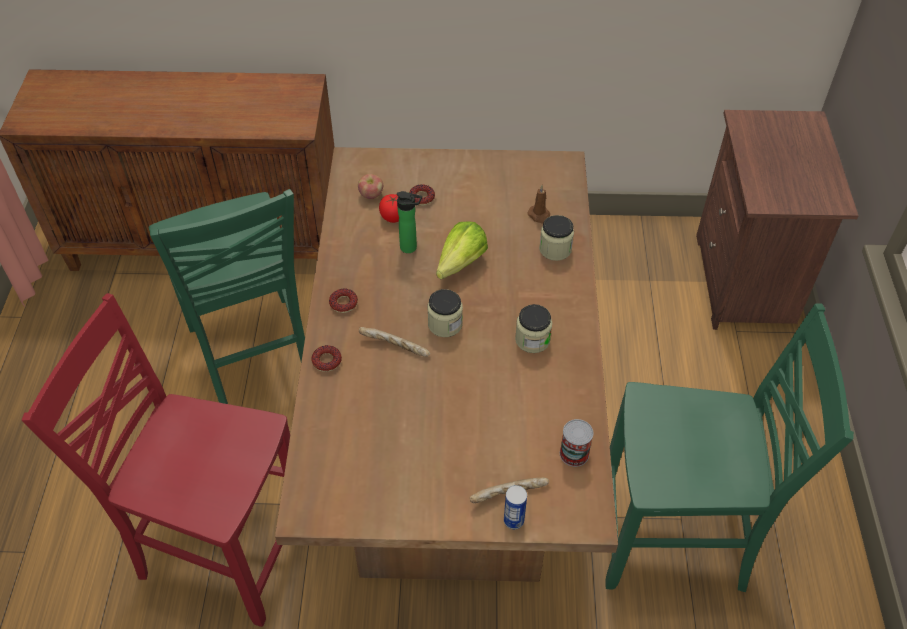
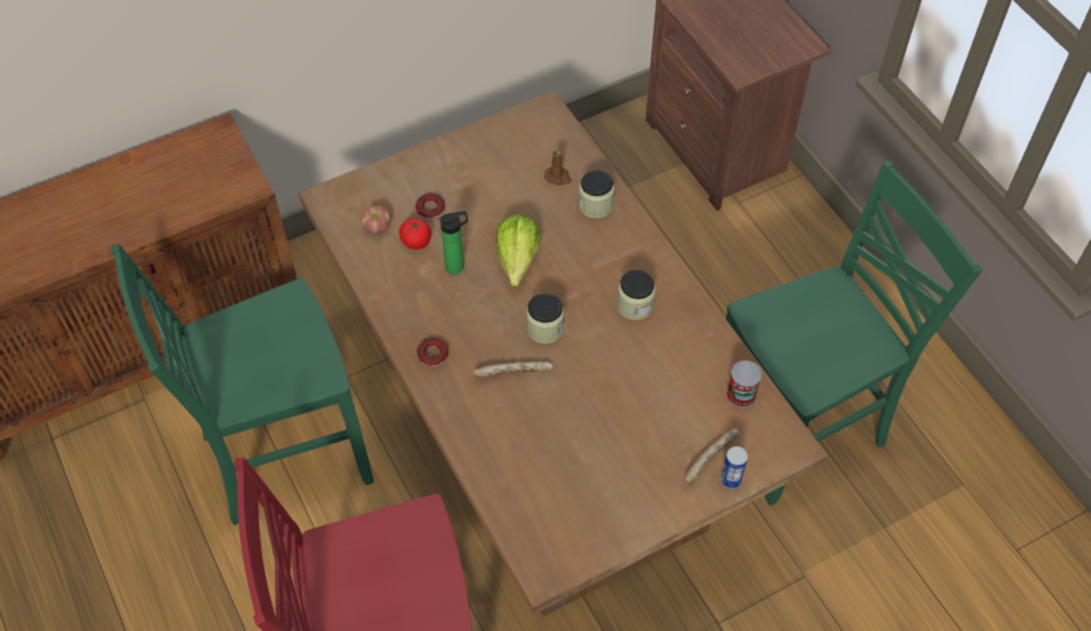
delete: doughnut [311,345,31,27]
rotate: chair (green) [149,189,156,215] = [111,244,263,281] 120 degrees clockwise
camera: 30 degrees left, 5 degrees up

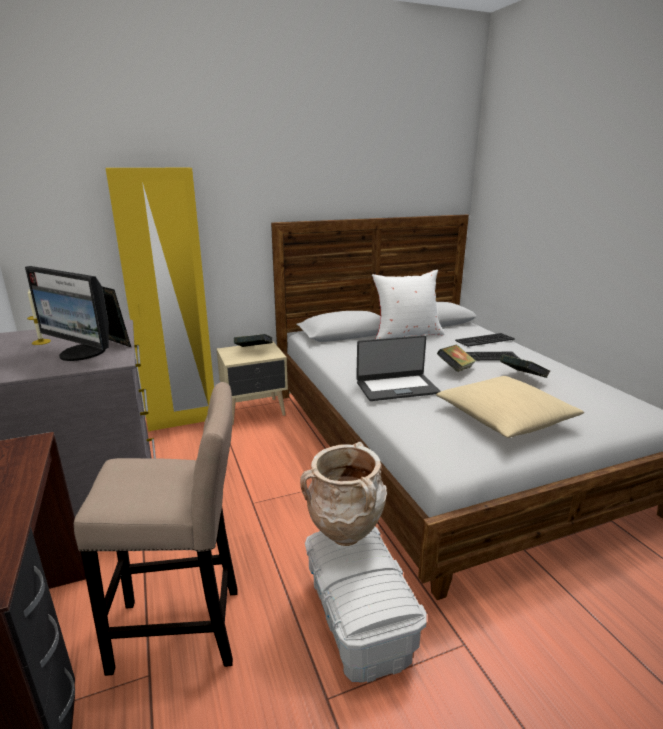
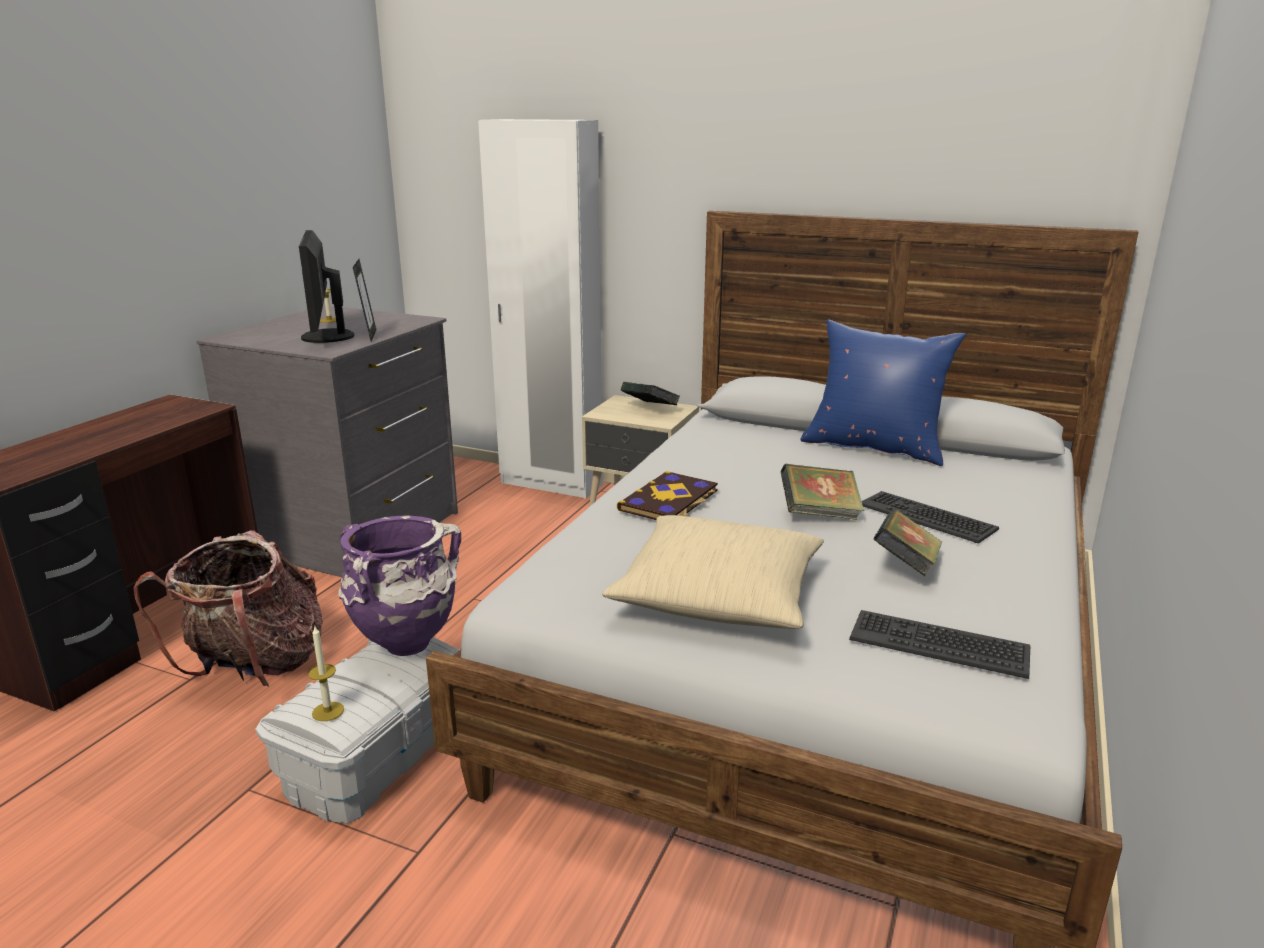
insert: wax candle [308,626,36,95]
move: computer keyboard [455,333,60,14] to [849,610,181,69]
replace: stool seat (beige-coloured) [74,382,164,294] to rucksack [134,531,189,156]; notebook computer [356,335,85,66] to book [617,471,101,49]
recolor: wardrobe (yellowish) [106,168,108,264] to wardrobe (white) [478,119,125,380]; flower vase (beige-coloured) [300,442,87,104] to flower vase (purple-coloured) [338,515,123,141]; cushion (white) [372,270,73,69] to cushion (blue) [800,320,166,146]
camera: 45 degrees right, 0 degrees up

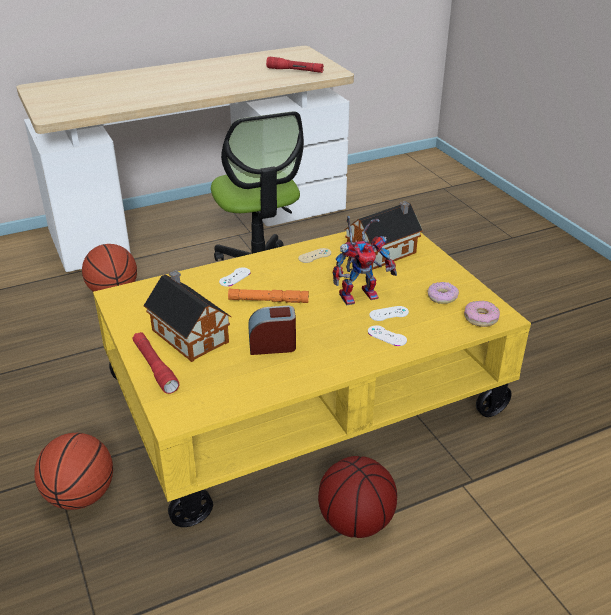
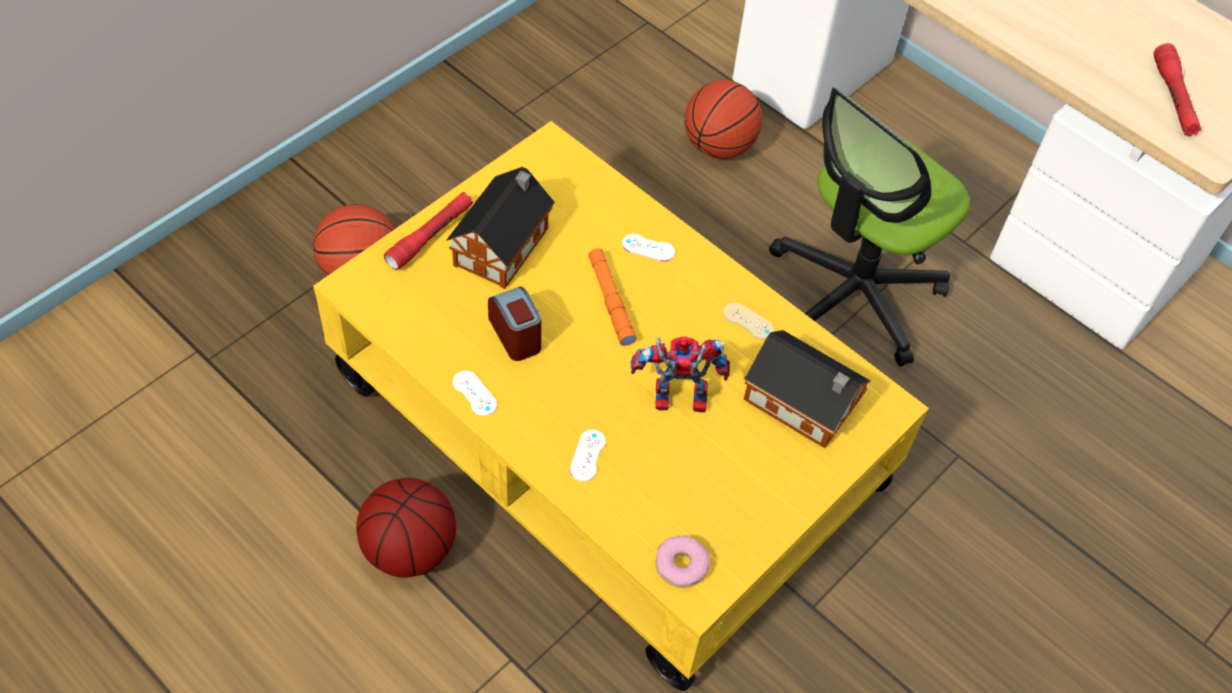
delete: doughnut [427,282,32,22]
move: gamepad (white) [369,306,40,15] to [453,371,44,45]
rotate: robot figure [332,216,65,89] = [631,336,99,76] 135 degrees clockwise
camera: 65 degrees right, 20 degrees up

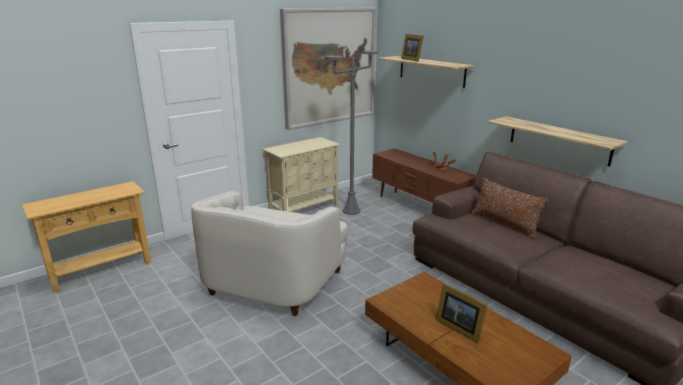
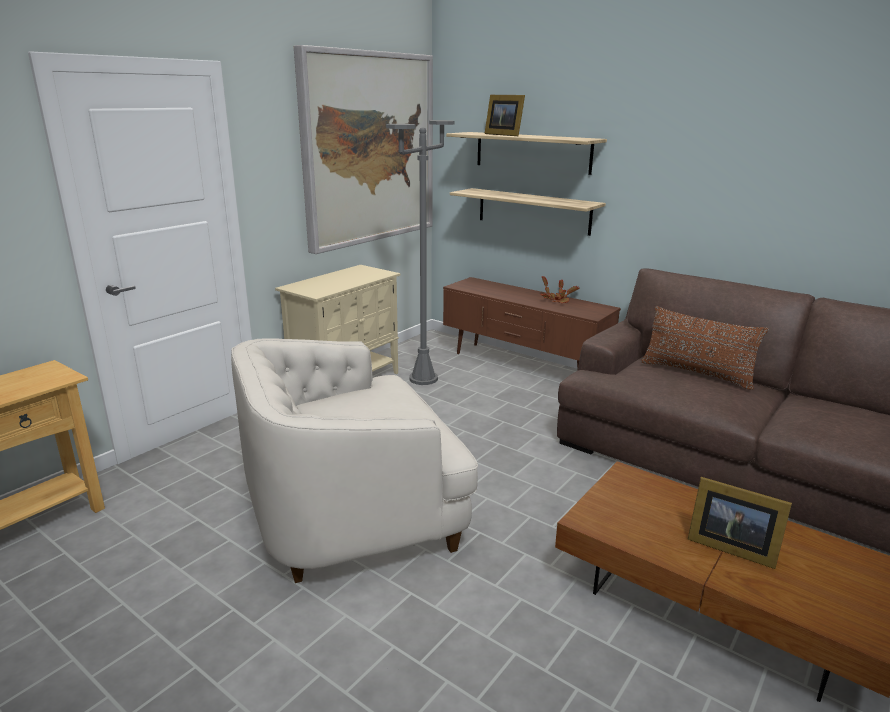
move: bracket shelf [488,116,140,51] to [450,188,156,48]
rotate: lounge chair (white) [191,191,157,125] = [231,338,247,245] 60 degrees clockwise
camera: 15 degrees left, 0 degrees up

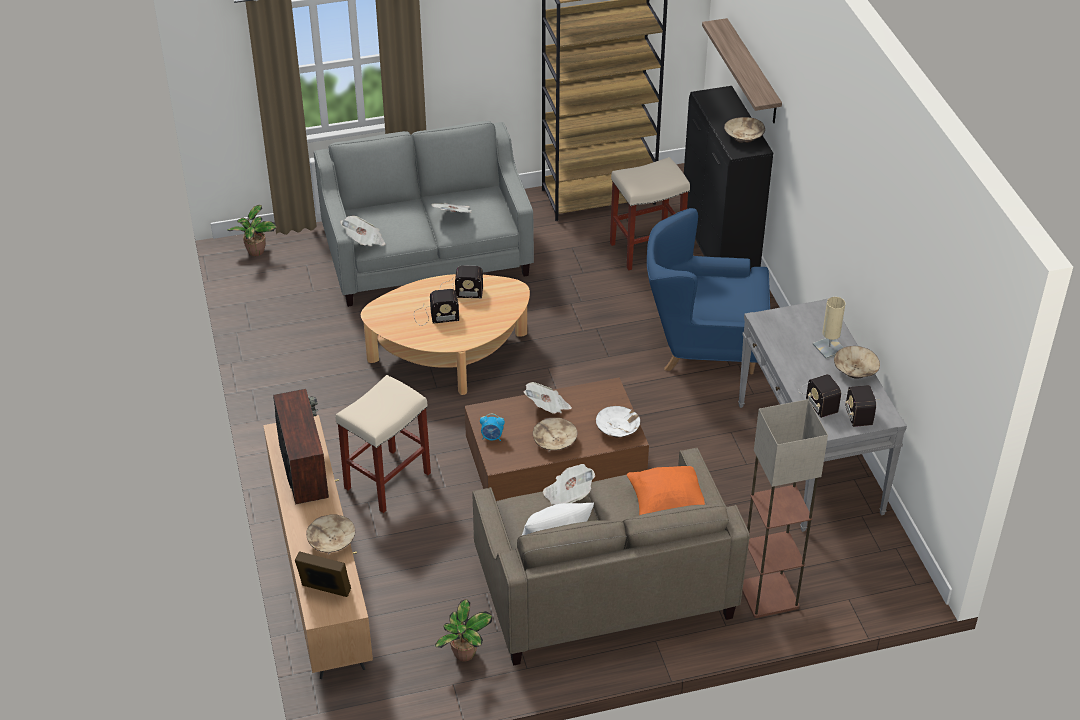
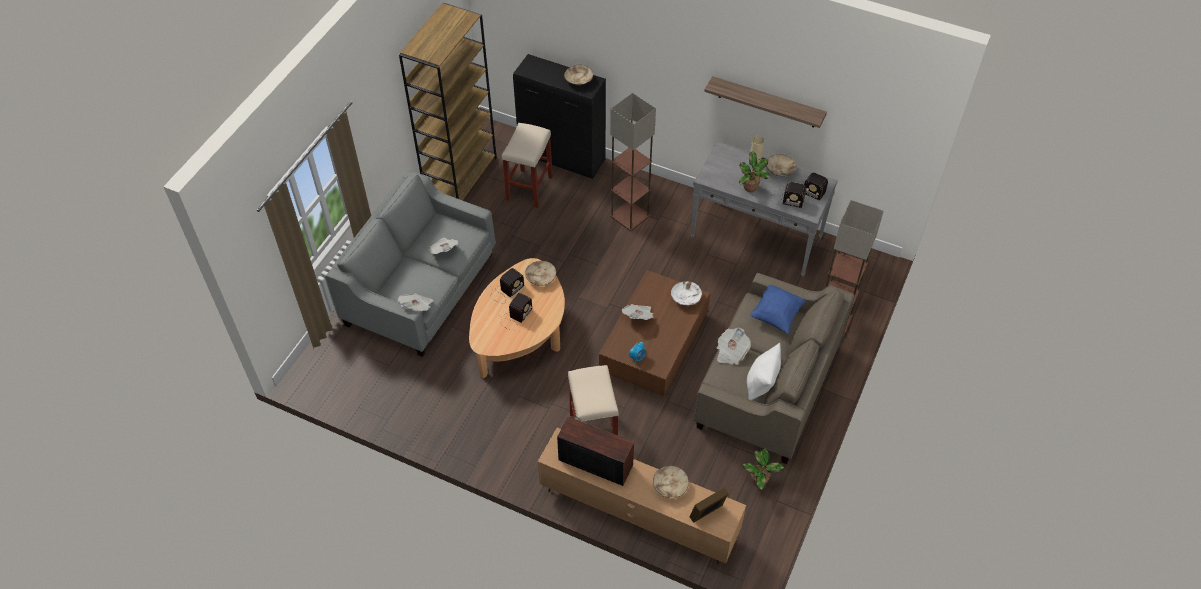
move: houseplant [228,205,49,51] to [739,151,31,41]; serving bowl (beige-coloured) [533,418,45,34] to [525,261,31,25]; bracket shelf [702,18,80,105] to [704,76,123,52]
replace: lounge chair (blue) [647,208,123,166] to standing lamp [610,93,46,138]
recolor: cushion (orangey) [627,466,78,49] to cushion (blue) [750,285,56,49]
camera: 50 degrees left, 10 degrees up

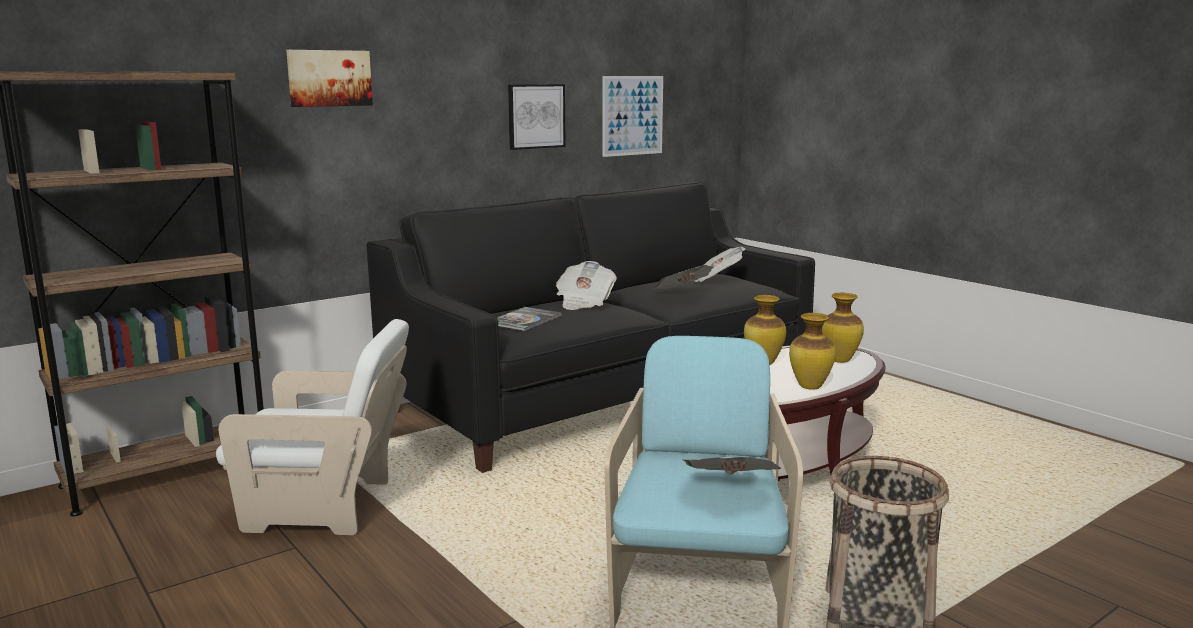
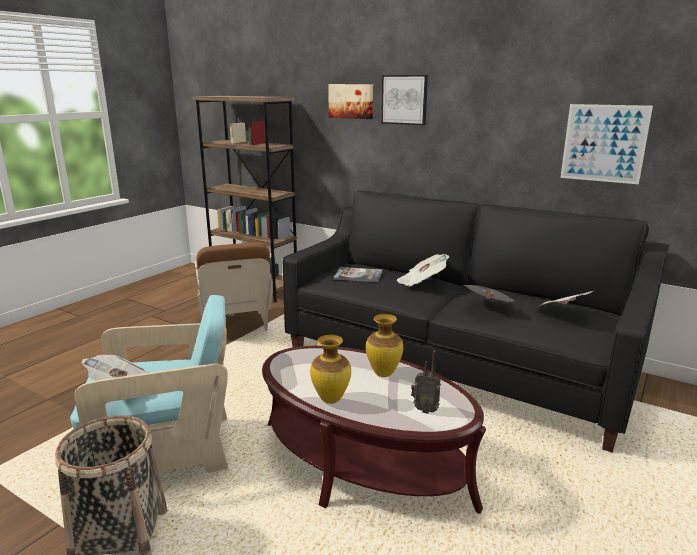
move: wall picture [508,84,57,66] to [381,75,47,50]
replace: flower vase [822,293,42,70] to radio [411,350,30,64]
recolor: lounge chair (white) [216,319,193,216] to lounge chair (brown-coloured) [195,242,78,89]
camera: 70 degrees right, 5 degrees up

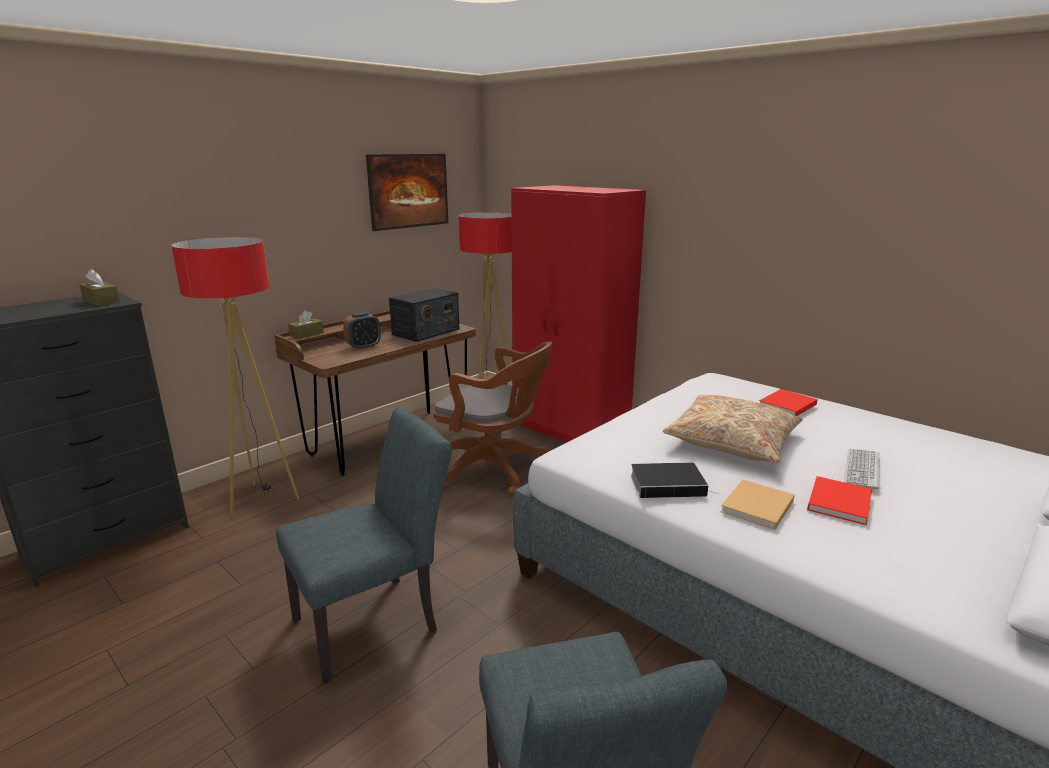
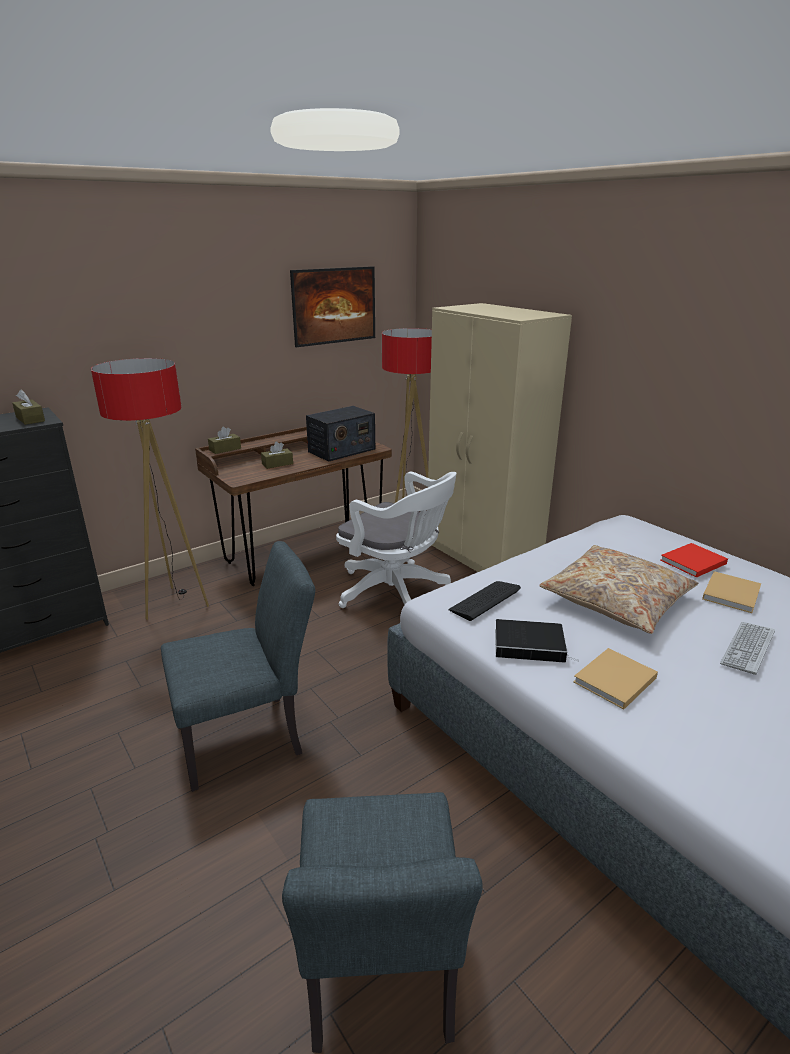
delete: book (red-coloured) [807,476,65,49]
insert: computer keyboard [448,581,73,40]; book (beige-coloured) [702,571,59,42]
replace: bedside clock [343,312,38,38] to tissue box (brown-coloured) [261,441,32,28]
recolor: desk chair (brown-coloured) [433,341,119,155] to desk chair (white) [336,472,121,136]; wardrobe (red-coloured) [511,185,135,258] to wardrobe (beige-coloured) [428,303,144,269]
camera: 10 degrees right, 5 degrees up

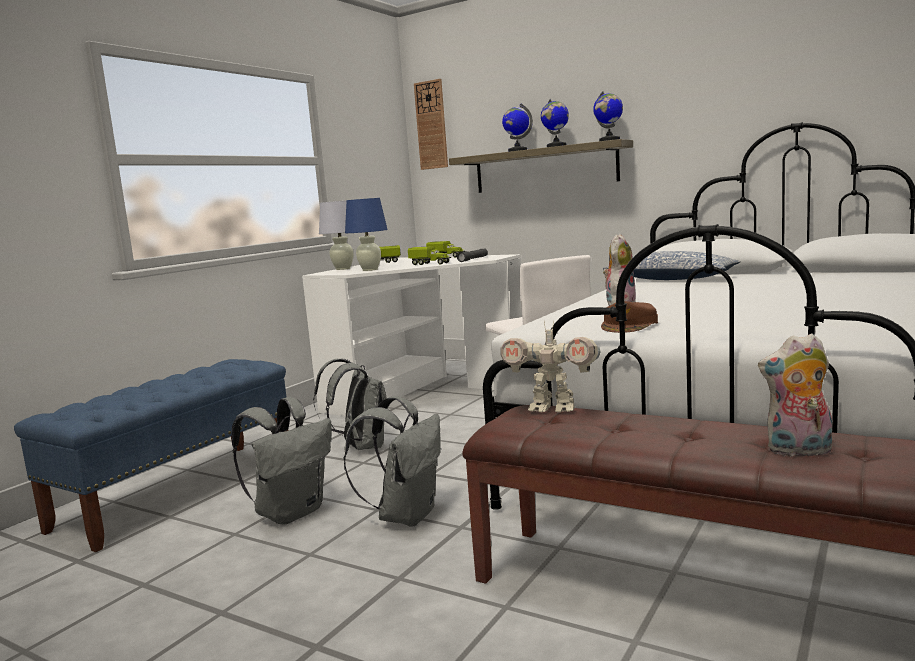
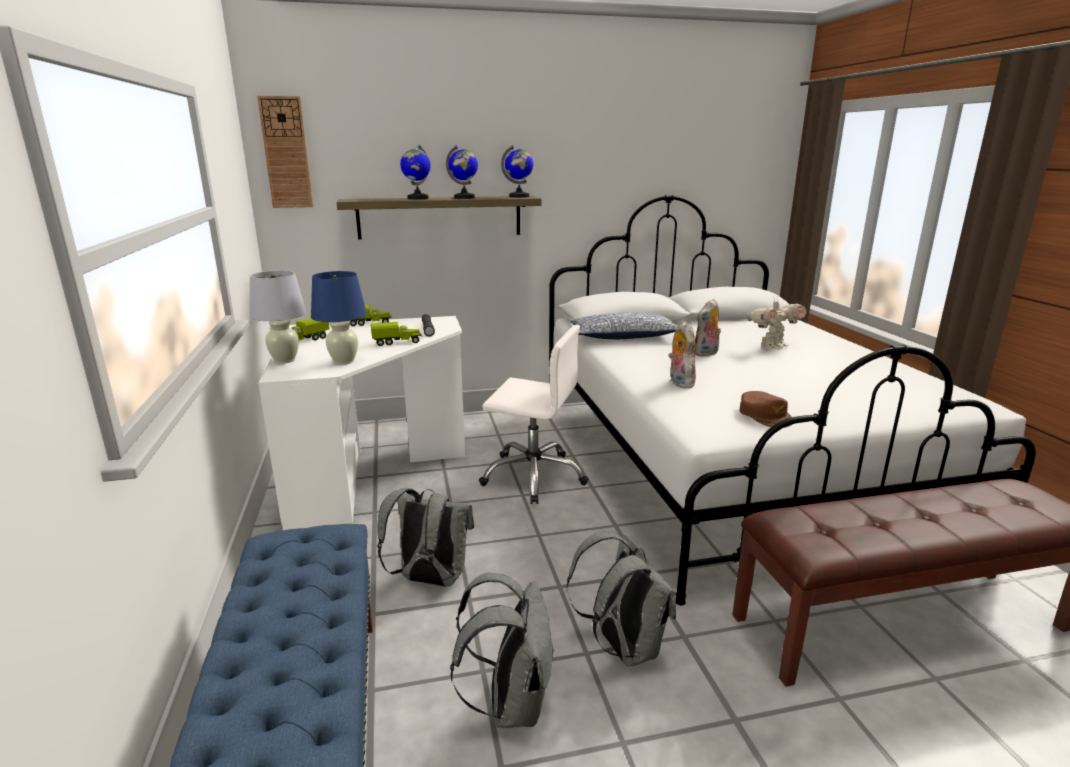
move: robot figure [500,320,101,92] to [747,296,59,53]; soft toy [758,333,74,123] to [694,299,27,58]
camera: 45 degrees left, 10 degrees up

